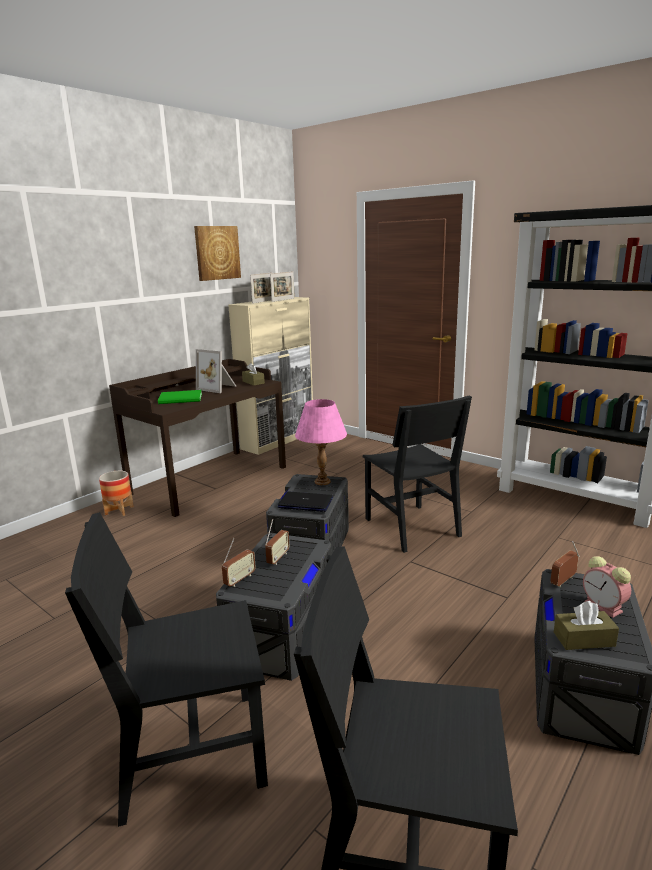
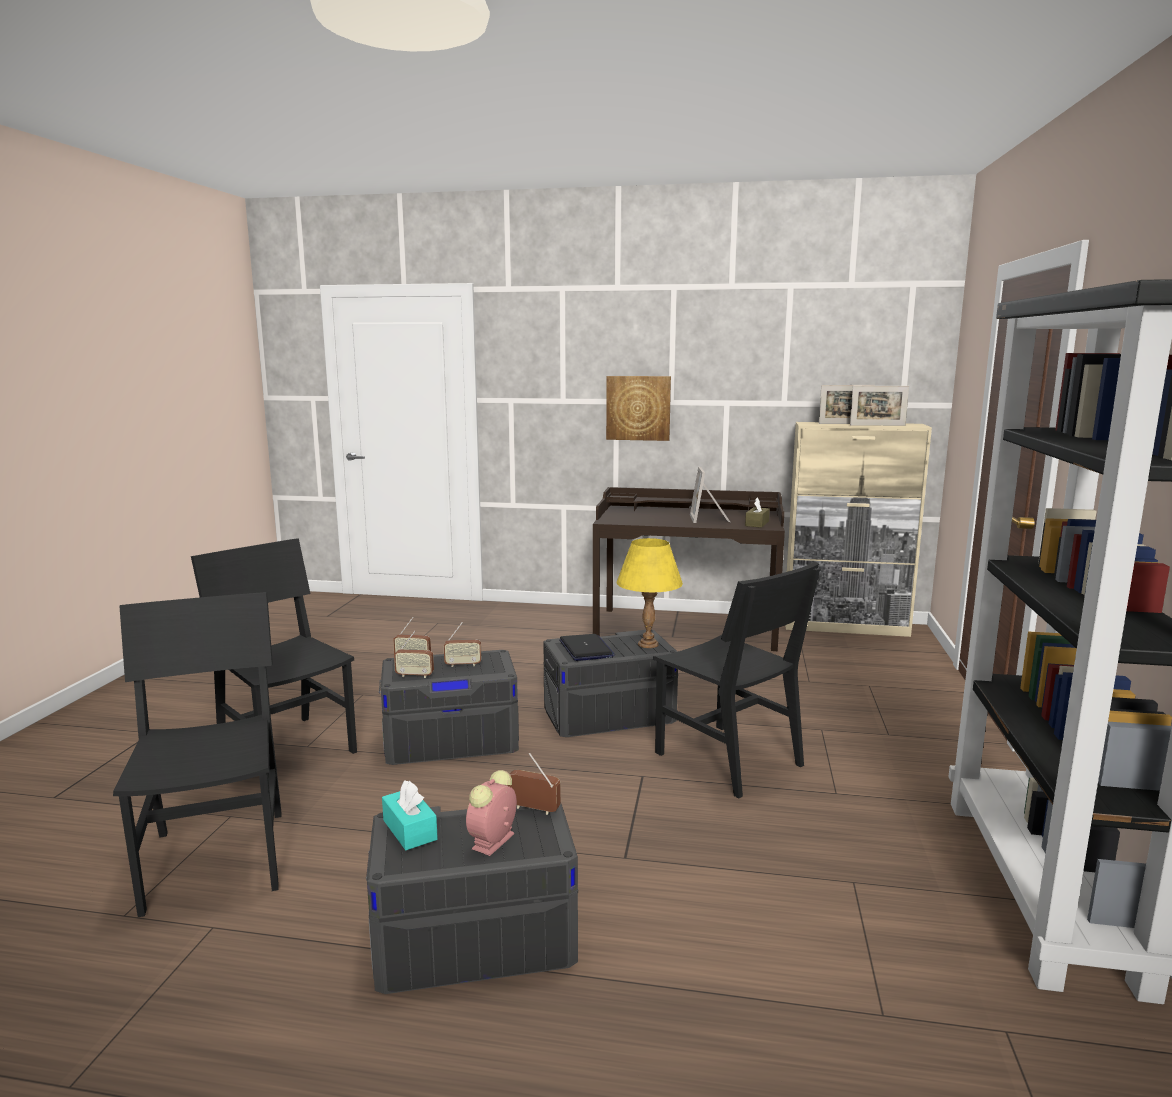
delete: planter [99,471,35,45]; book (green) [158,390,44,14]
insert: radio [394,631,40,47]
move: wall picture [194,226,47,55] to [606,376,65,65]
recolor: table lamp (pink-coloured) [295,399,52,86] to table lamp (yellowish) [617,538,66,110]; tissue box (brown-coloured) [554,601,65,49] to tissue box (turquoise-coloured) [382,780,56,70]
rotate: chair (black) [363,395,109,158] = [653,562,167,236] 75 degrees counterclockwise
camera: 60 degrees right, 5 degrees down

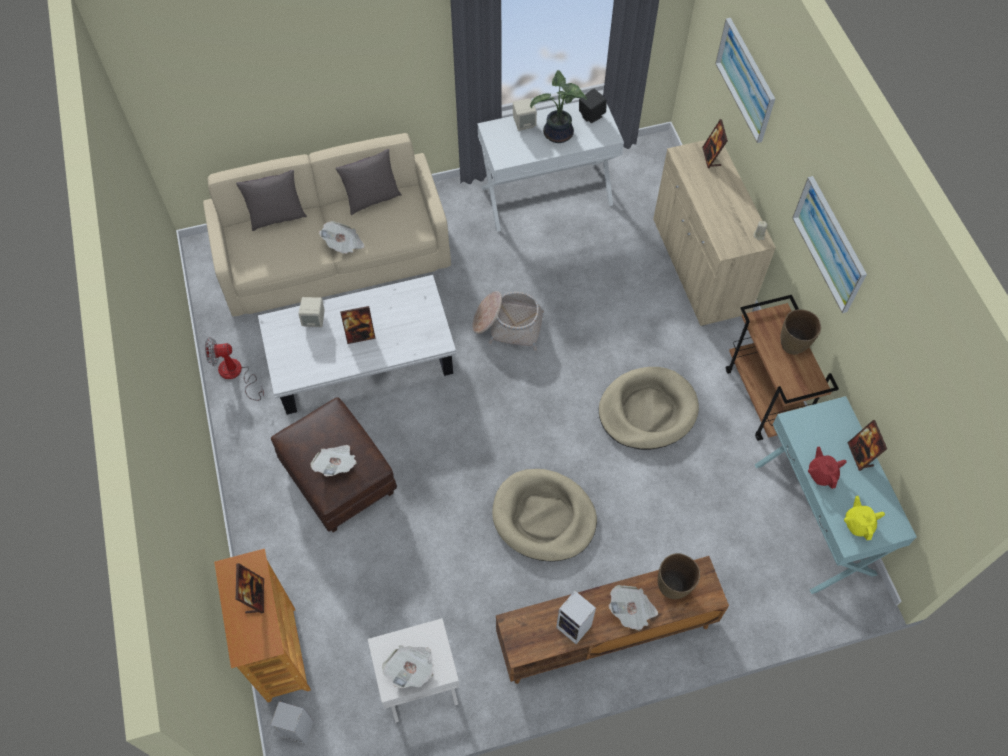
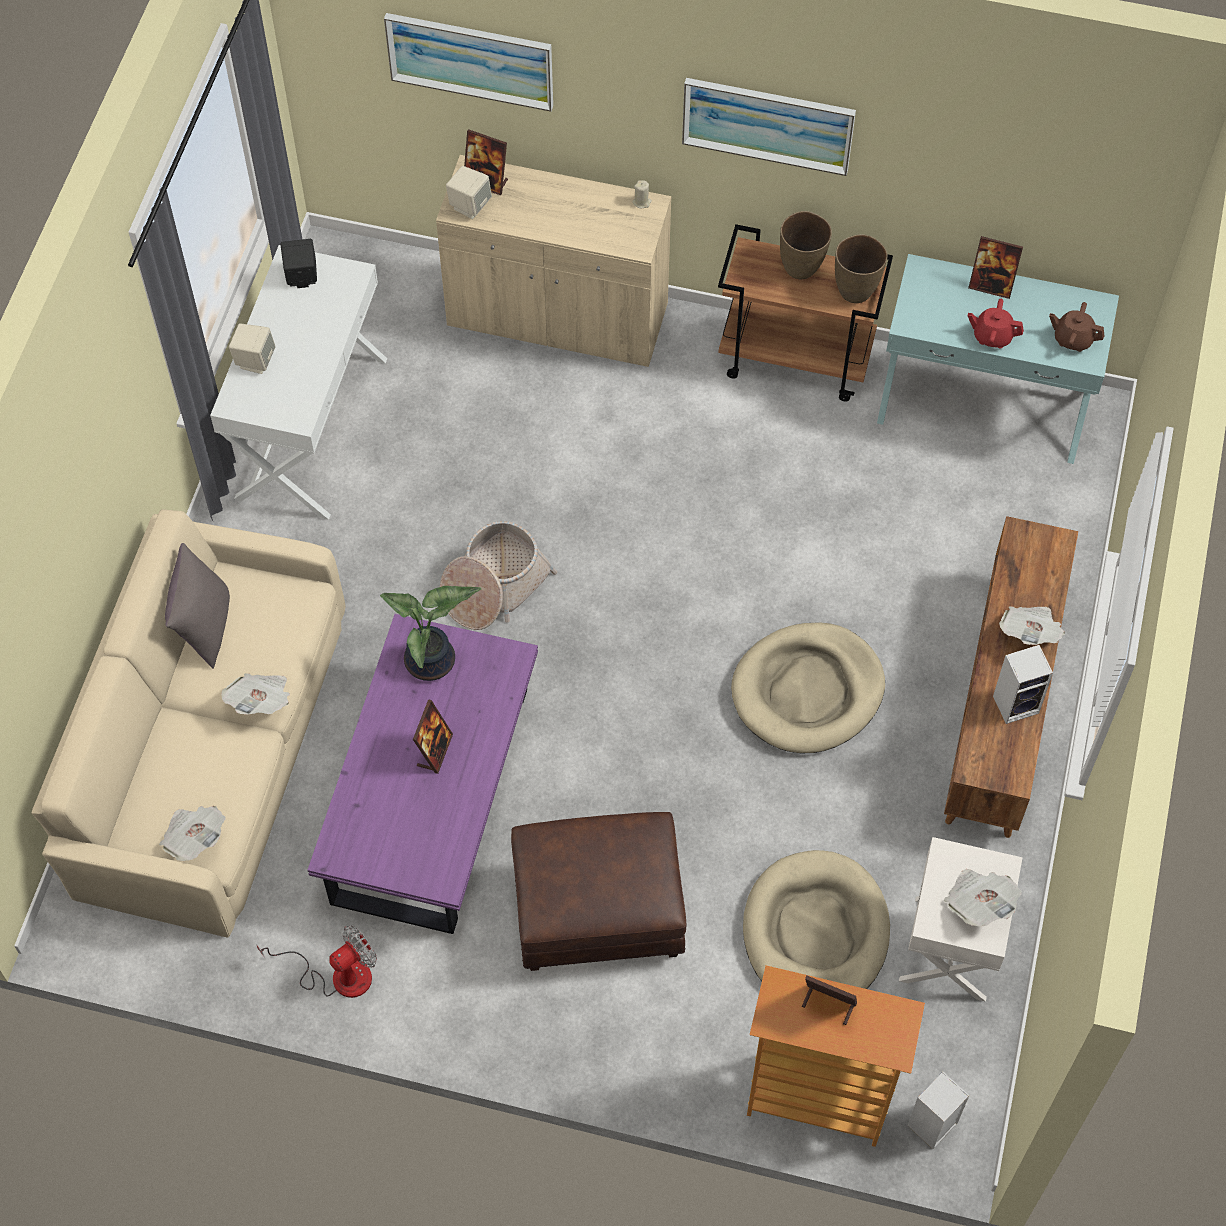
delete: cushion (greyish) [236,170,71,61]
move: speaker (beige-coloured) [298,297,27,30] to [446,166,46,53]; newspaper [310,445,47,31] to [159,806,66,55]; houseplant [530,70,57,73] to [380,586,101,95]; pet bed (beige-coloured) [599,367,100,83] to [743,850,147,139]; flower vase (brown-coloured) [658,553,42,46] to [835,234,53,69]
recolor: lounge table (white) [258,275,198,140] to lounge table (purple-coloured) [308,614,230,320]; tea pot (yellowish) [844,496,41,44] to tea pot (brown-coloured) [1049,302,55,50]
rotate: electric fan [205,337,59,64] = [256,925,121,73] 150 degrees counterclockwise
camera: 60 degrees left, 0 degrees up

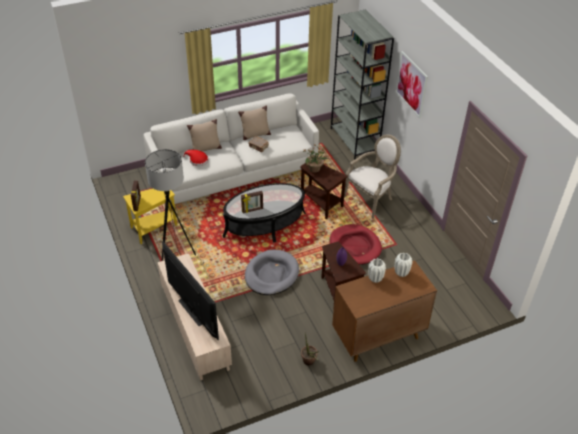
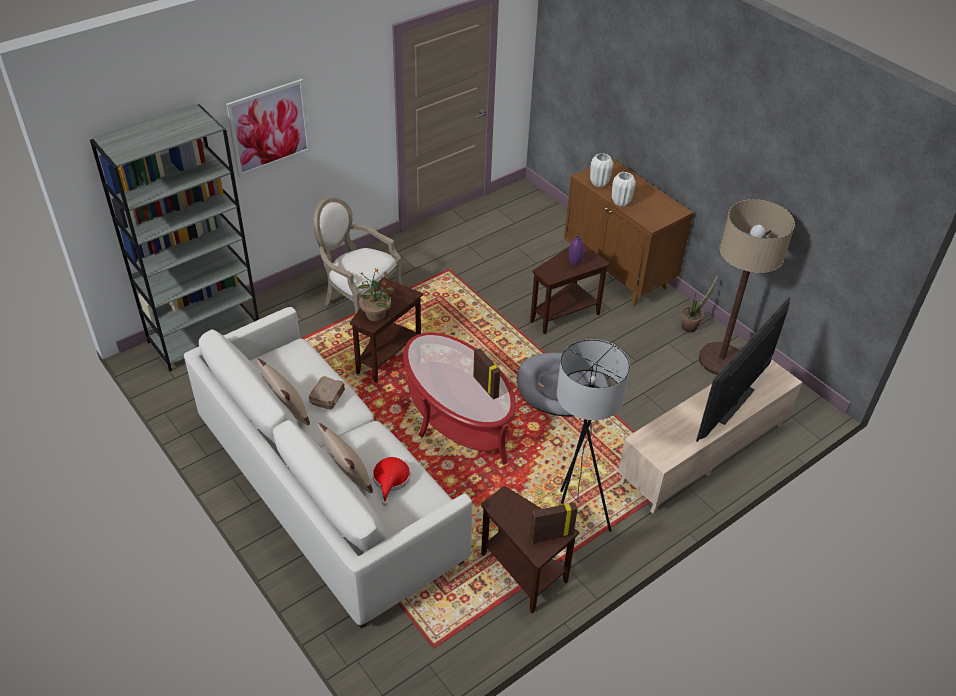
delete: pet bed (red-coloured) [329,224,53,41]
insert: standing lamp [698,199,97,176]
recolor: accent table (yellowish) [123,189,54,55] to accent table (brown-coloured) [481,486,98,128]; lounge table (black) [223,183,83,60] to lounge table (red-coloured) [403,333,113,132]
camera: 105 degrees left, 0 degrees up

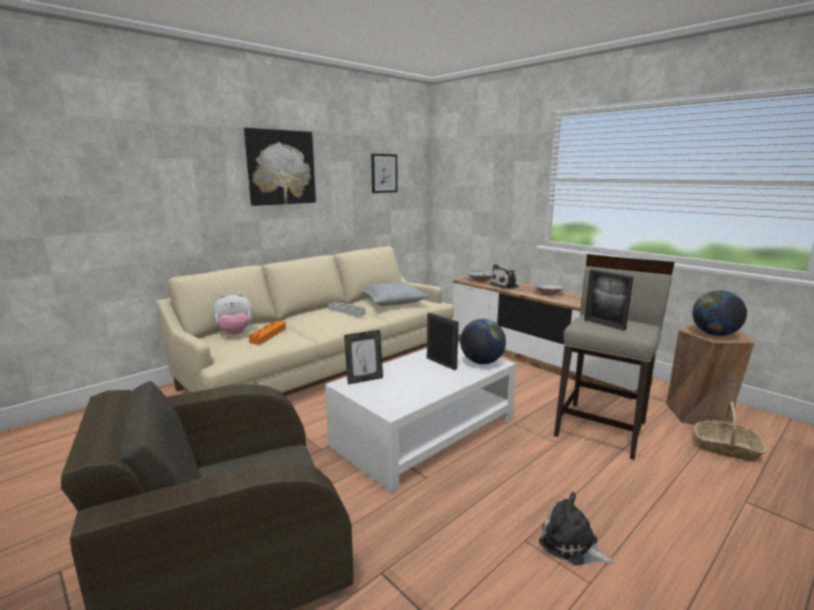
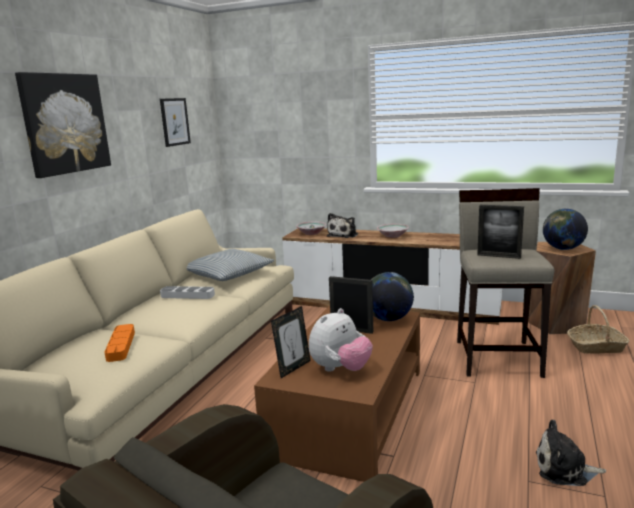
move: soft toy [213,293,40,42] to [309,308,64,64]
recolor: lounge table (white) [325,343,191,150] to lounge table (brown-coloured) [254,305,166,177]
camera: 25 degrees left, 0 degrees up

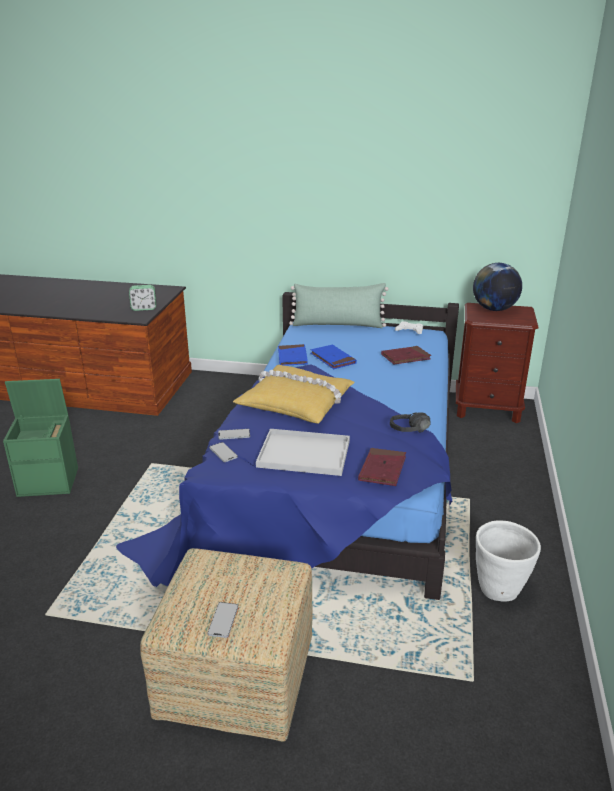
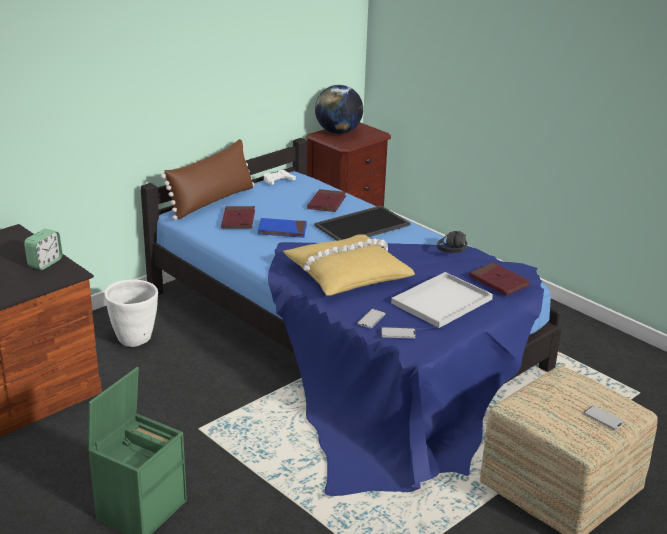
delete: book (blue) [278,344,30,22]
insert: book (red-coloured) [221,206,34,23]; carrying tray [314,205,96,36]
move: planter (white) [476,520,65,82] to [105,280,53,67]
recolor: cushion (green) [289,283,100,45] to cushion (brown-coloured) [161,139,93,81]
camera: 55 degrees left, 0 degrees up

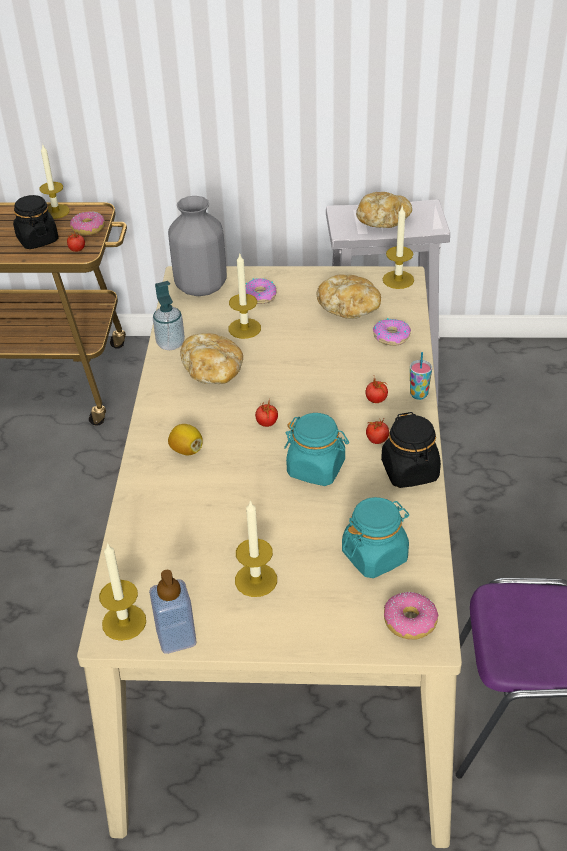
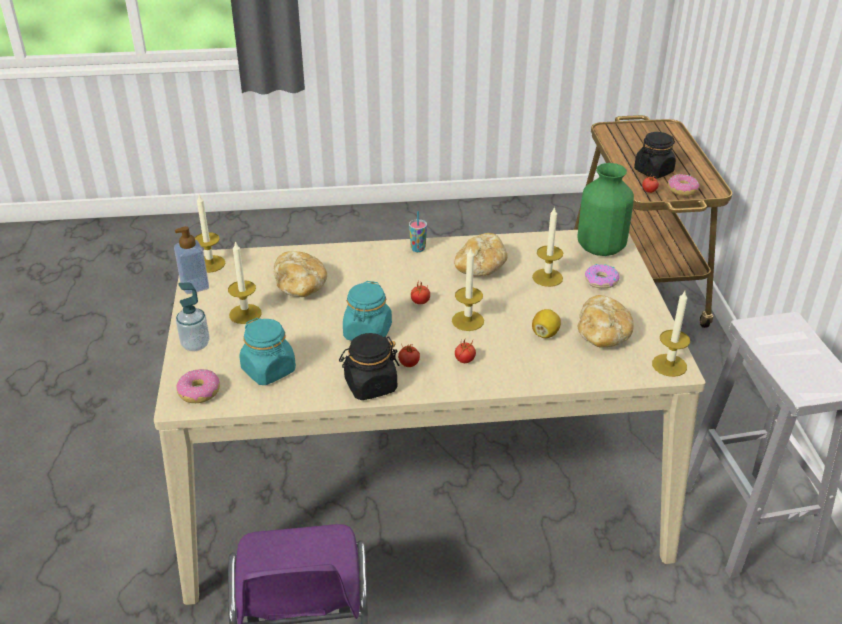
delete: doughnut [373,318,38,28]
move: wax candle [39,145,31,74] to [452,247,32,84]; soap bottle [153,281,32,69] to [176,282,34,69]; whole lemon [168,424,35,31] to [532,309,29,29]; bread [356,192,56,36] to [274,251,53,46]; drinking cup [410,352,22,48] to [409,211,18,41]
recolor: flower vase (greyish) [168,196,59,100] to flower vase (green) [578,163,56,93]
camera: 80 degrees right, 5 degrees down

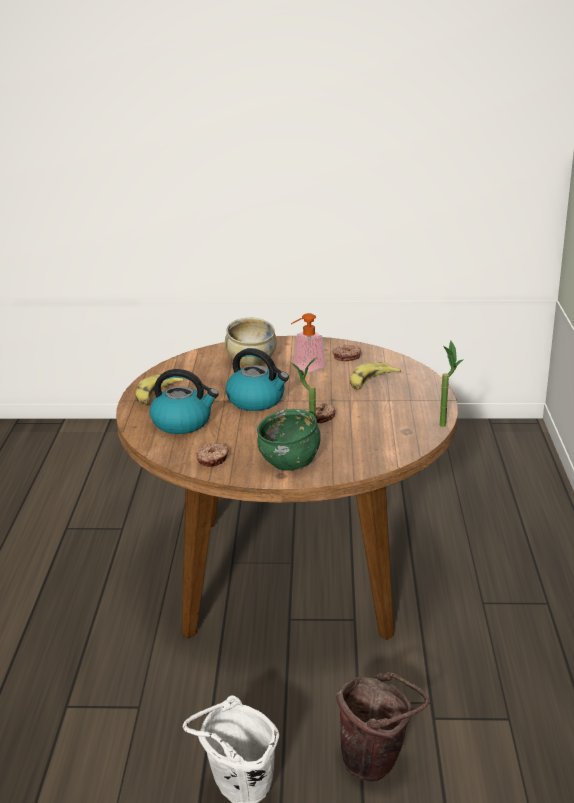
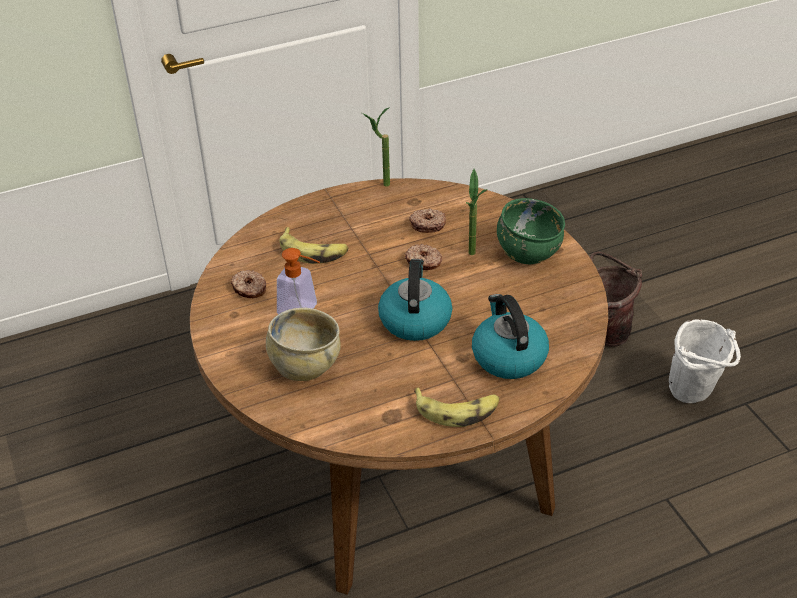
move: doughnut [196,443,33,24] to [409,208,37,25]
camera: 115 degrees left, 15 degrees up

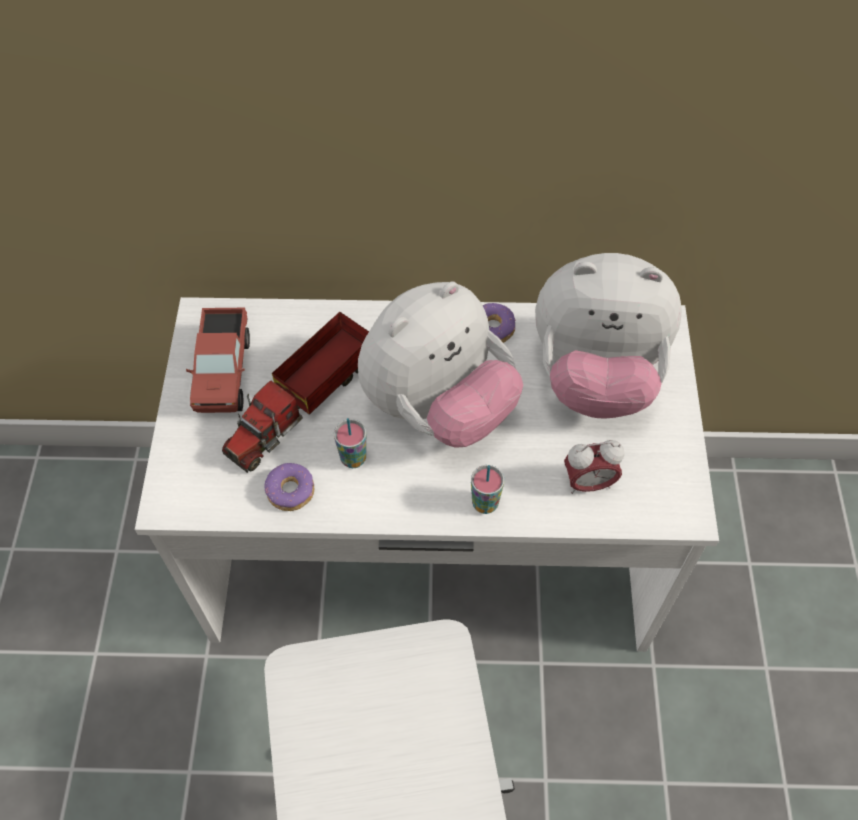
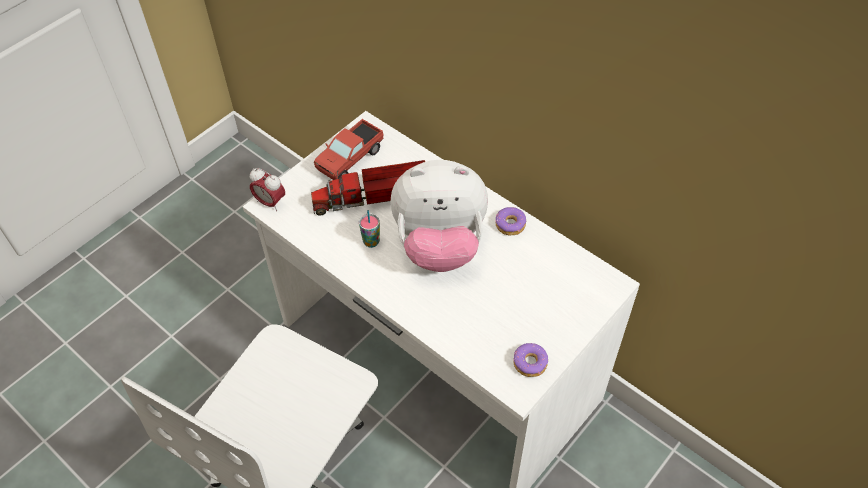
delete: drinking cup [471,465,33,49]; soft toy [535,253,147,165]
move: doughnut [264,463,50,48] to [513,343,35,34]; bedside clock [564,440,60,54] to [250,168,35,43]
camera: 40 degrees right, 5 degrees down

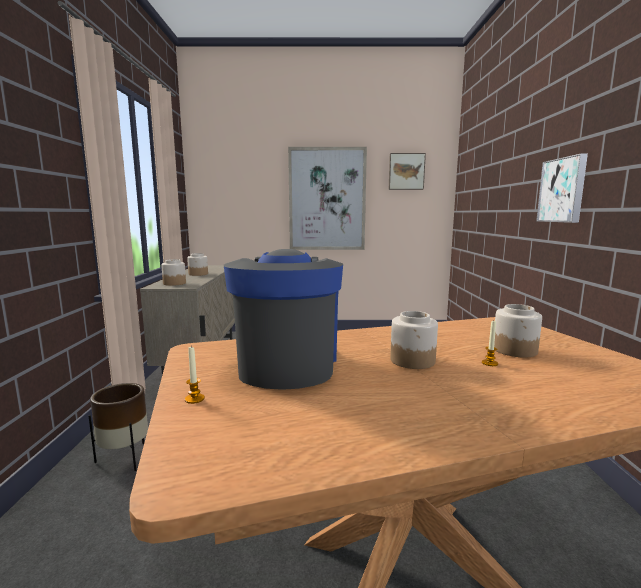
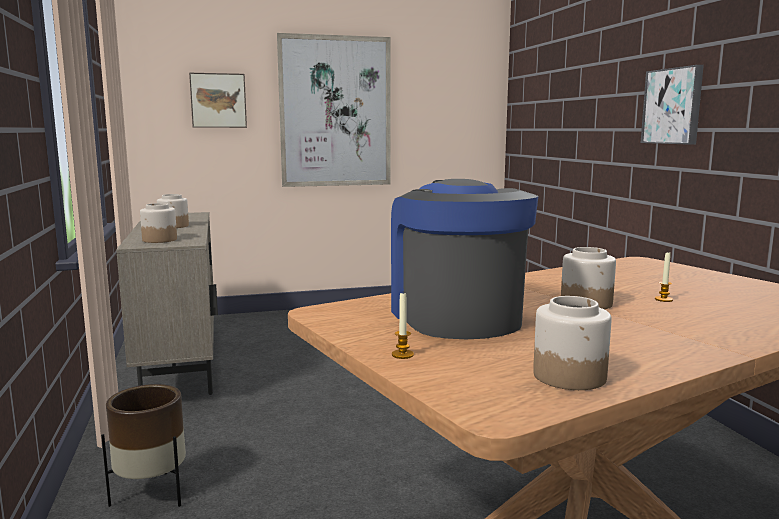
move: wall picture [389,153,37,37] to [189,73,58,55]; preserve jar [494,304,48,54] to [533,296,79,94]
camera: 15 degrees left, 0 degrees up

